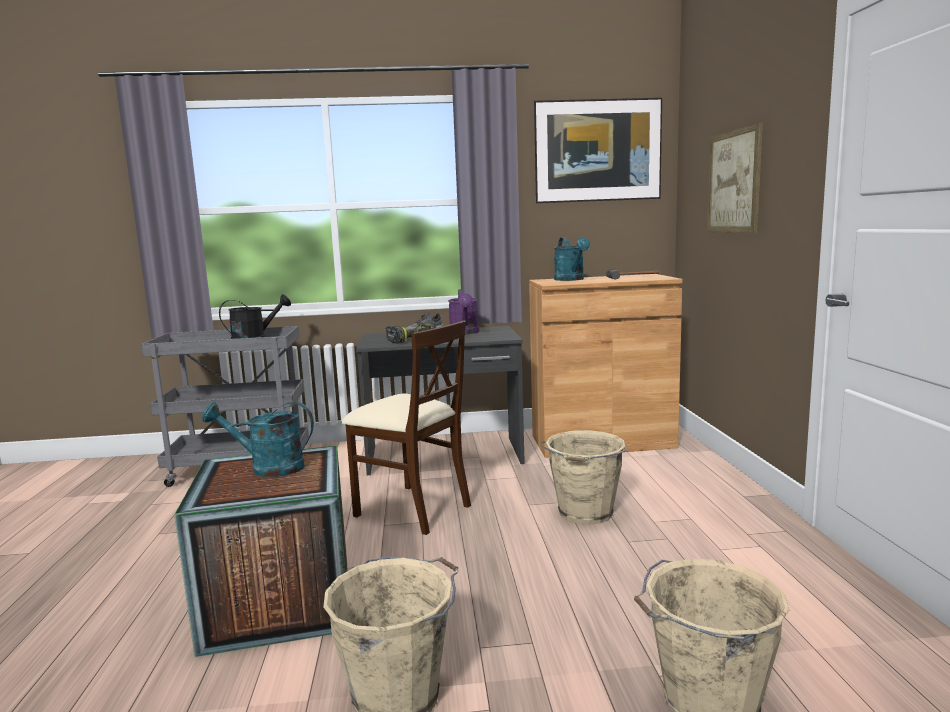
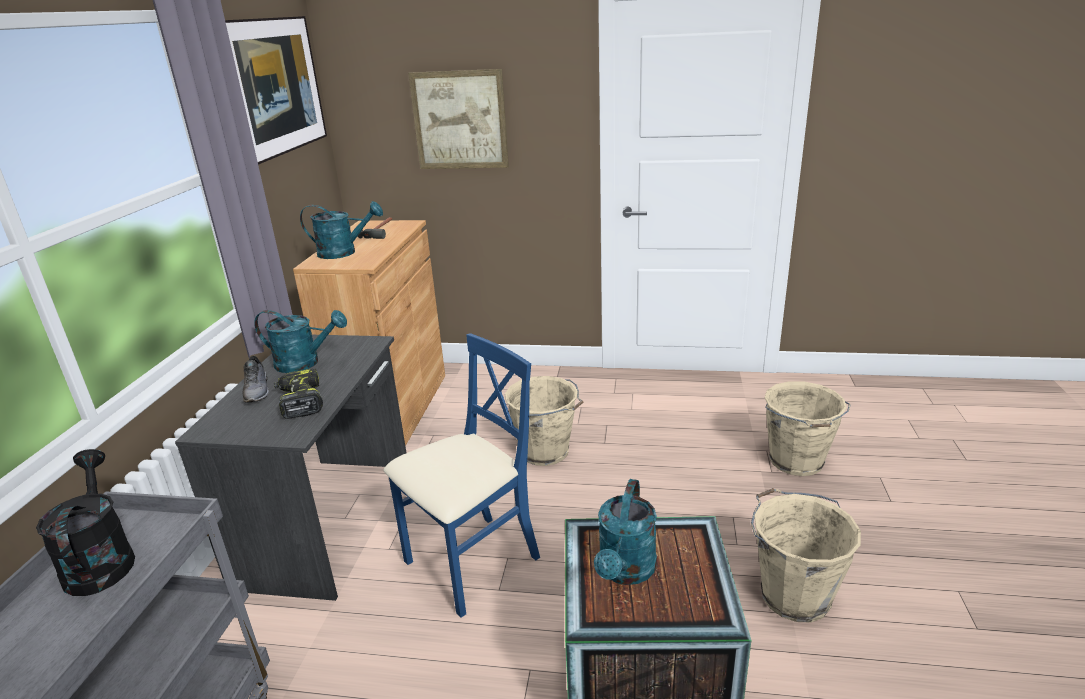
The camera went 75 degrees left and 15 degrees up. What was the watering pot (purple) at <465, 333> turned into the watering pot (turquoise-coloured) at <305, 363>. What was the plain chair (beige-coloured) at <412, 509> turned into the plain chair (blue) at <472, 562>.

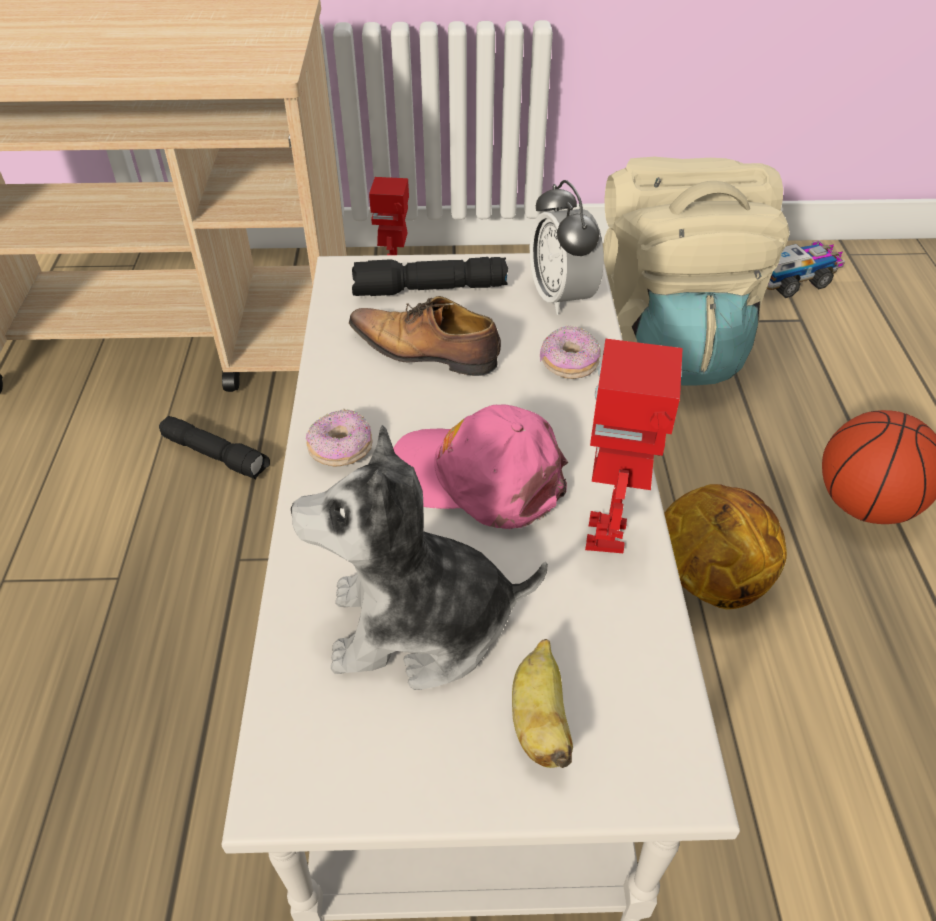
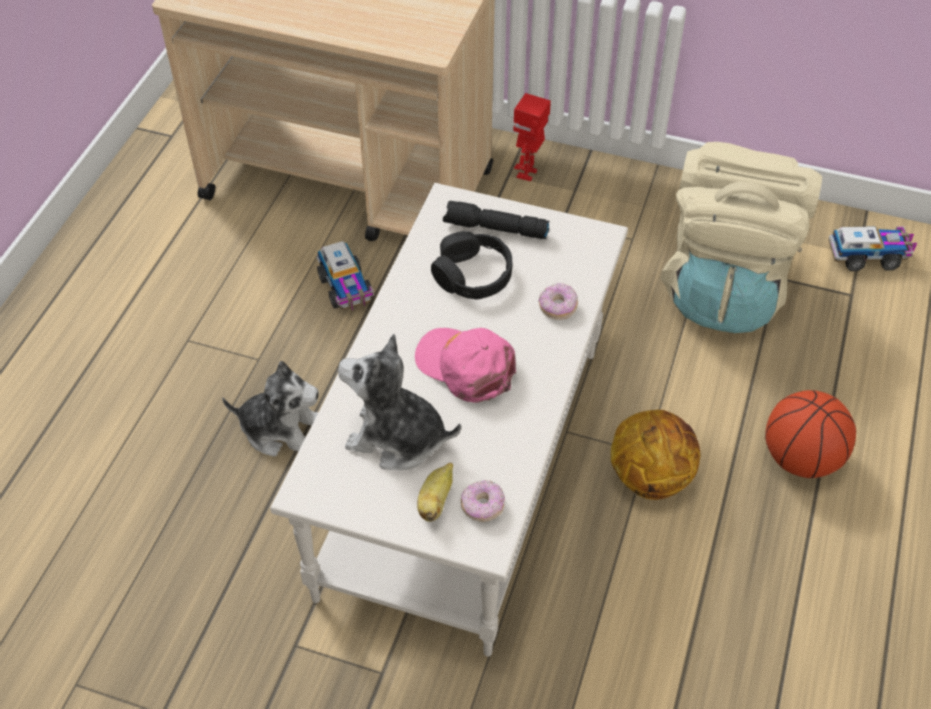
The camera went 20 degrees right and 5 degrees up. The second view gained the plush toy at <281, 429>. Where the flashlight (black-coloured) stood at <217, 455>, the toy truck came to stand at <346, 288>. Where the low shoe stood at <426, 352>, the headset (black-coloured) came to stand at <473, 275>. The donut ended up elsewhere, having gone from <341, 450> to <482, 507>. The second view lost the bedside clock at <561, 297>. The second view lost the robot figure at <609, 535>.

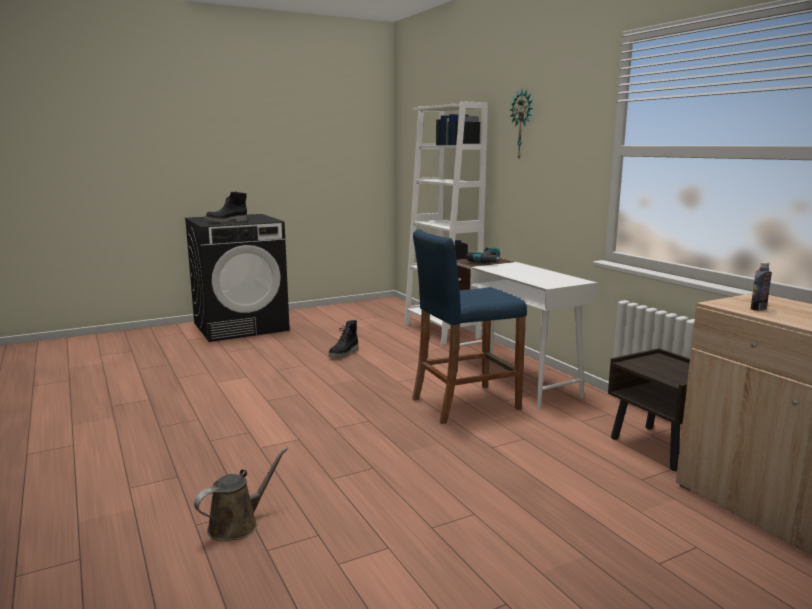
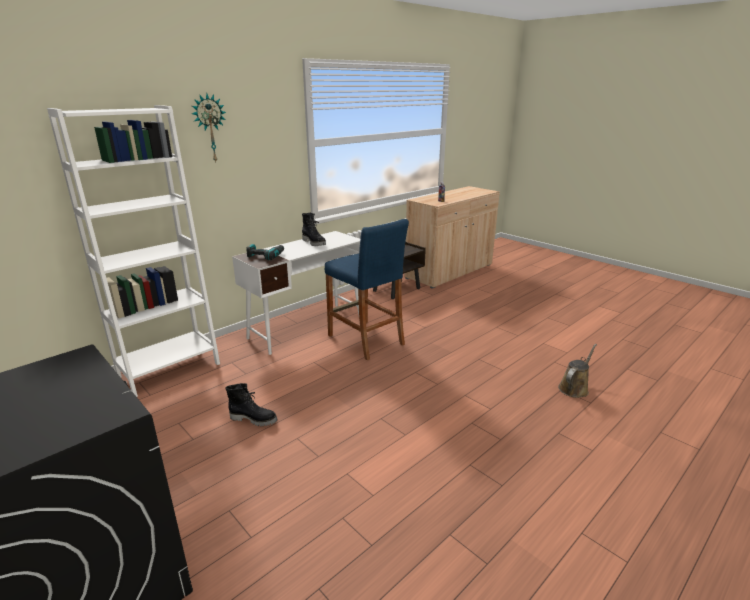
The camera went 105 degrees left and 10 degrees up. The tall boot (black-coloured) ended up elsewhere, having gone from <226, 222> to <314, 243>. The watering pot (brown-coloured) at <237, 524> ended up facing another way, 105 degrees clockwise from before.

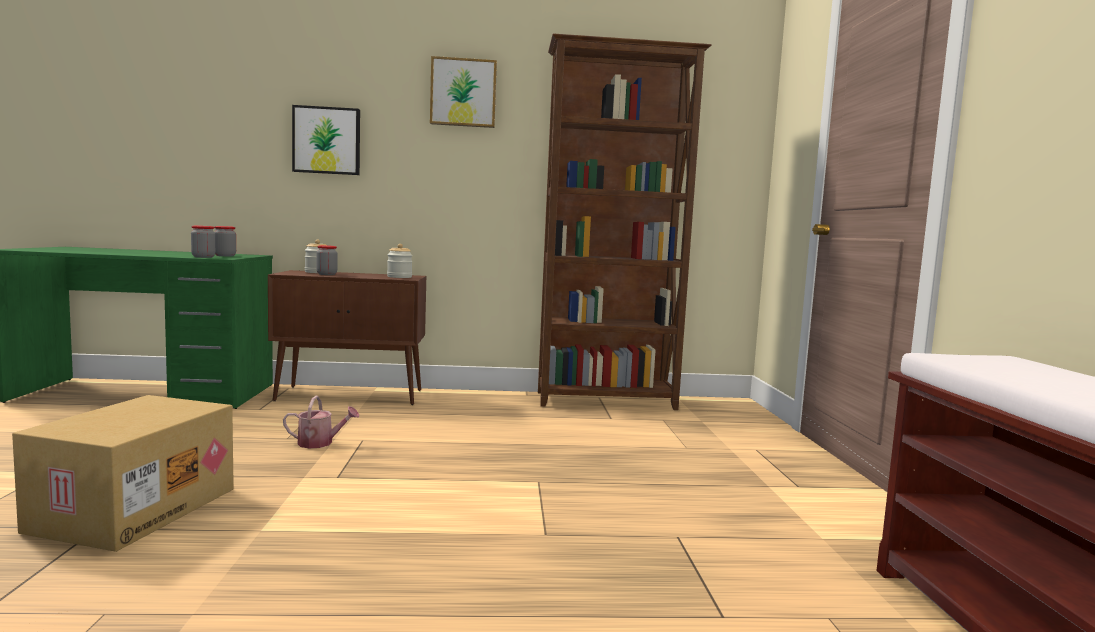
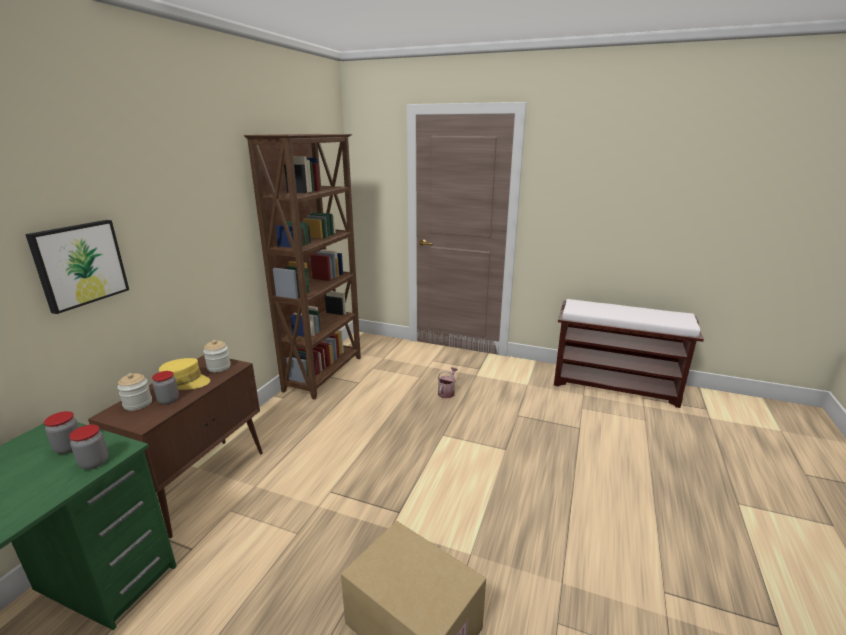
The camera went 65 degrees left and 15 degrees up. The second view gained the cap (yellowish) at <186, 381>. The watering pot ended up elsewhere, having gone from <320, 443> to <447, 392>. The second view lost the picture at <463, 93>.

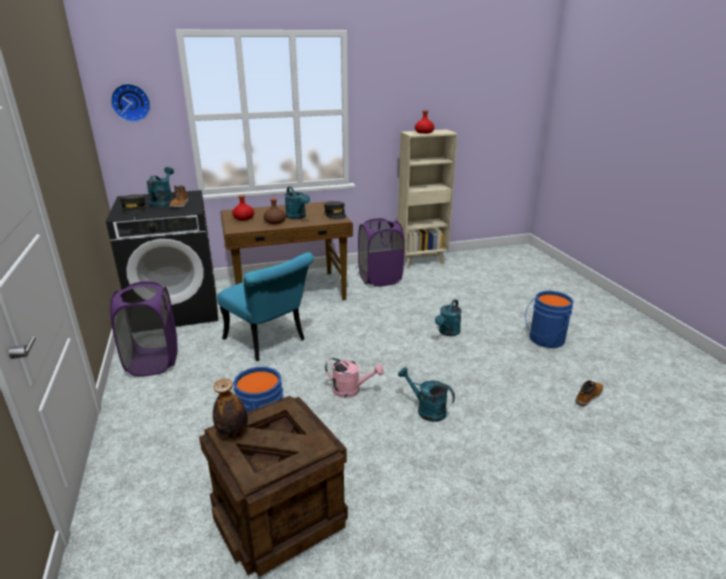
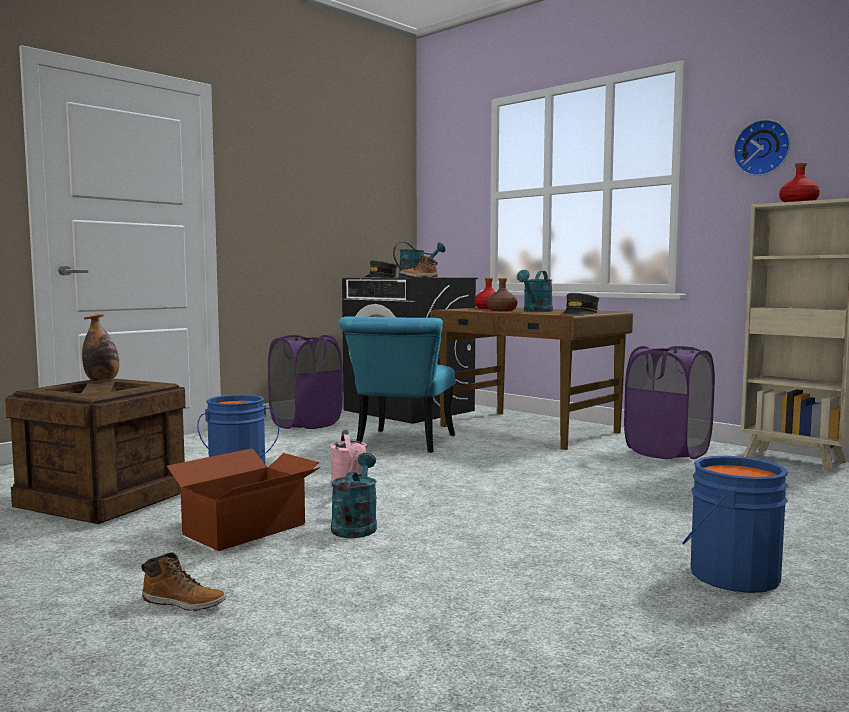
The camera went 60 degrees right and 20 degrees down. The tall boot ended up elsewhere, having gone from <588, 396> to <184, 602>. The second view gained the cardboard box at <246, 529>. The clock on the wall ended up elsewhere, having gone from <131, 102> to <762, 148>. The second view lost the watering pot (turquoise-coloured) at <447, 332>.

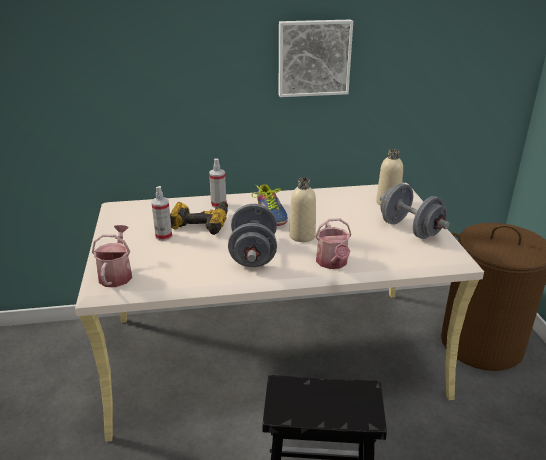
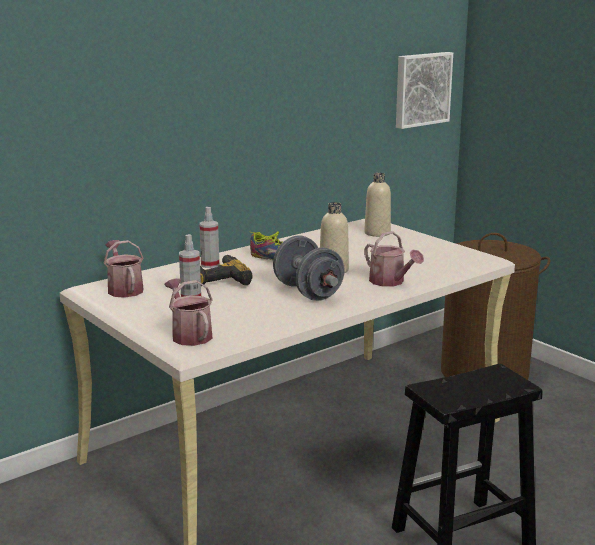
The camera went 30 degrees left and 10 degrees down. The second view gained the watering pot at <124, 289>. The picture ended up elsewhere, having gone from <313, 58> to <421, 89>. The second view lost the hand weight (greyish) at <410, 229>.

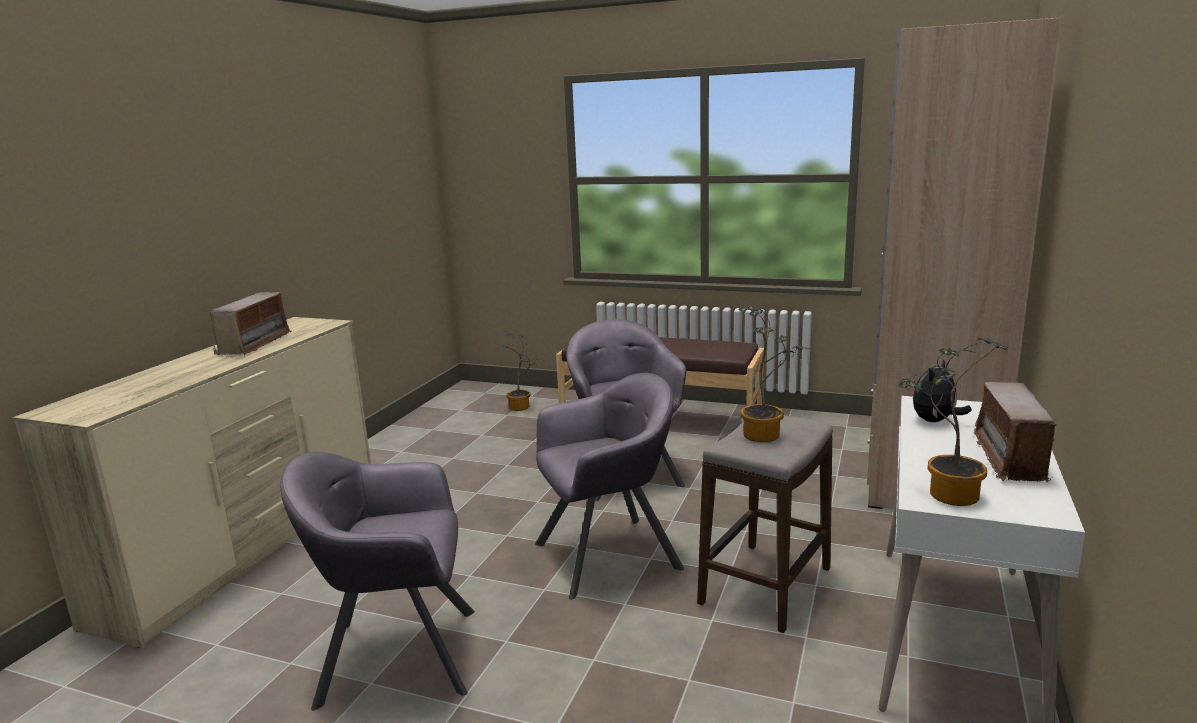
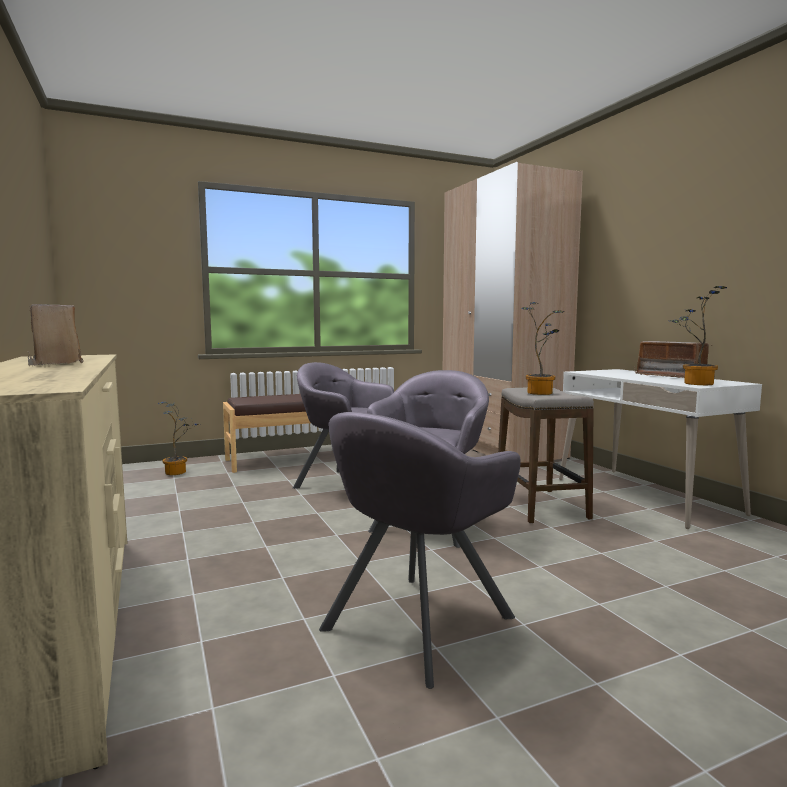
The camera went 45 degrees left and 10 degrees down. The second view lost the plush toy at <935, 421>.

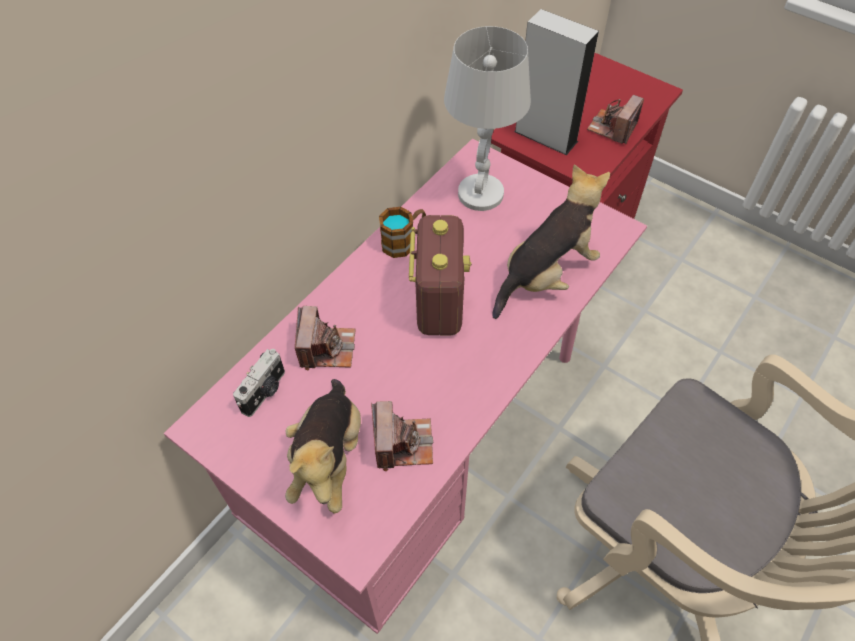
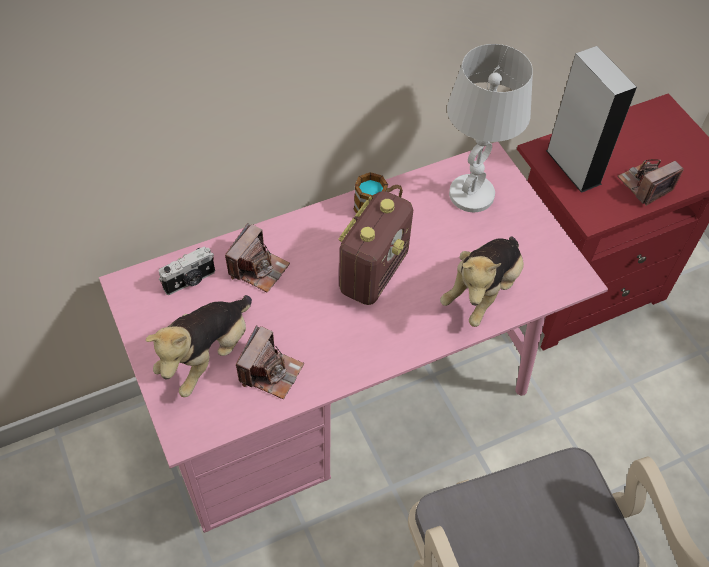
The camera went 25 degrees right and 0 degrees up. The plush toy at <546, 275> ended up facing another way, 135 degrees clockwise from before.

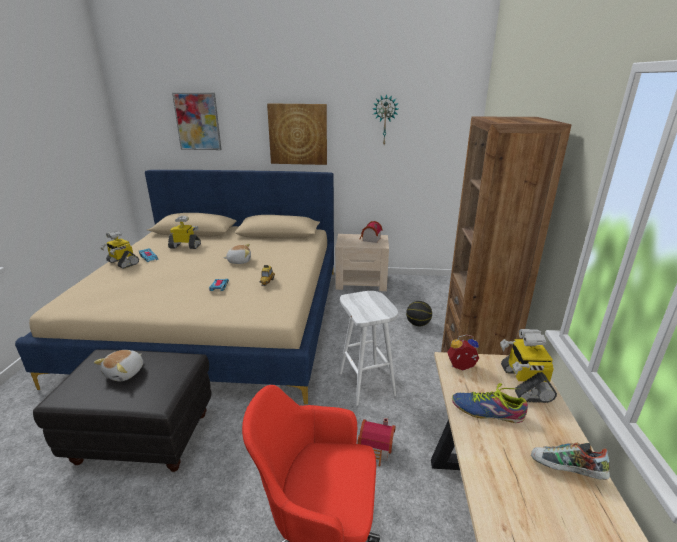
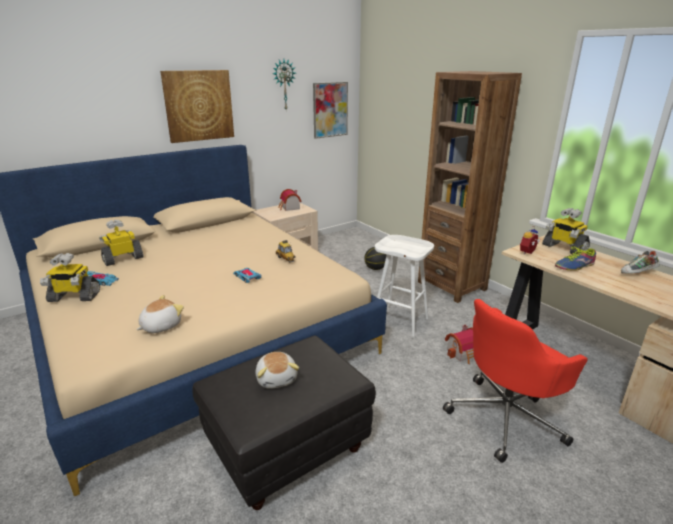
The camera went 40 degrees left and 0 degrees up. The plush toy ended up elsewhere, having gone from <239, 261> to <160, 326>. The picture ended up elsewhere, having gone from <197, 121> to <330, 110>.

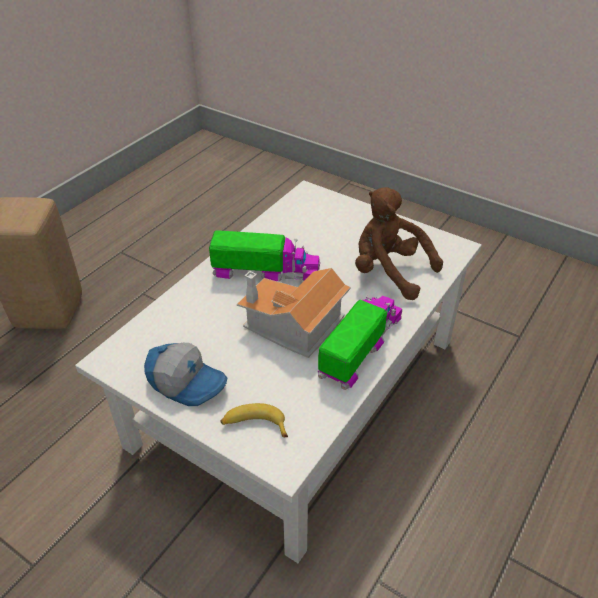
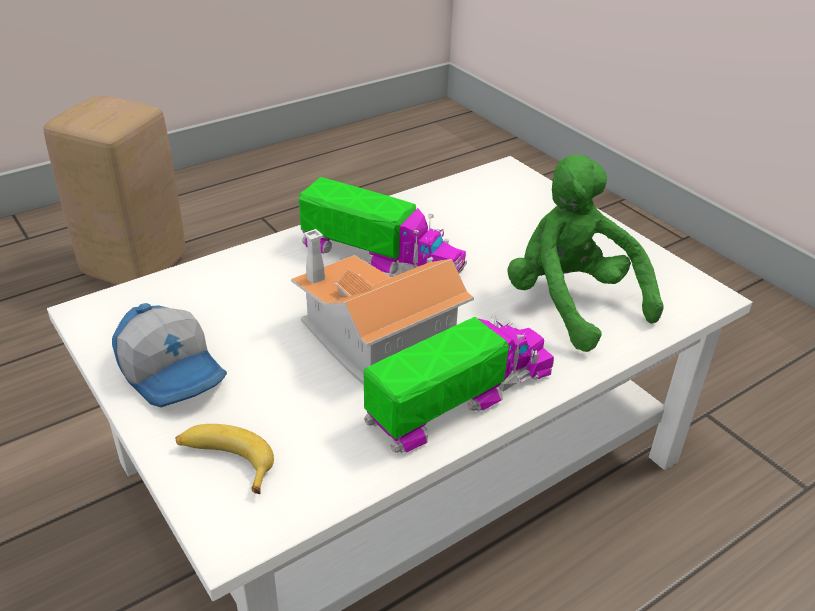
The camera went 20 degrees right and 5 degrees down. What was the plush toy (brown-coloured) at <389, 272> turned into the plush toy (greenish) at <571, 303>.

